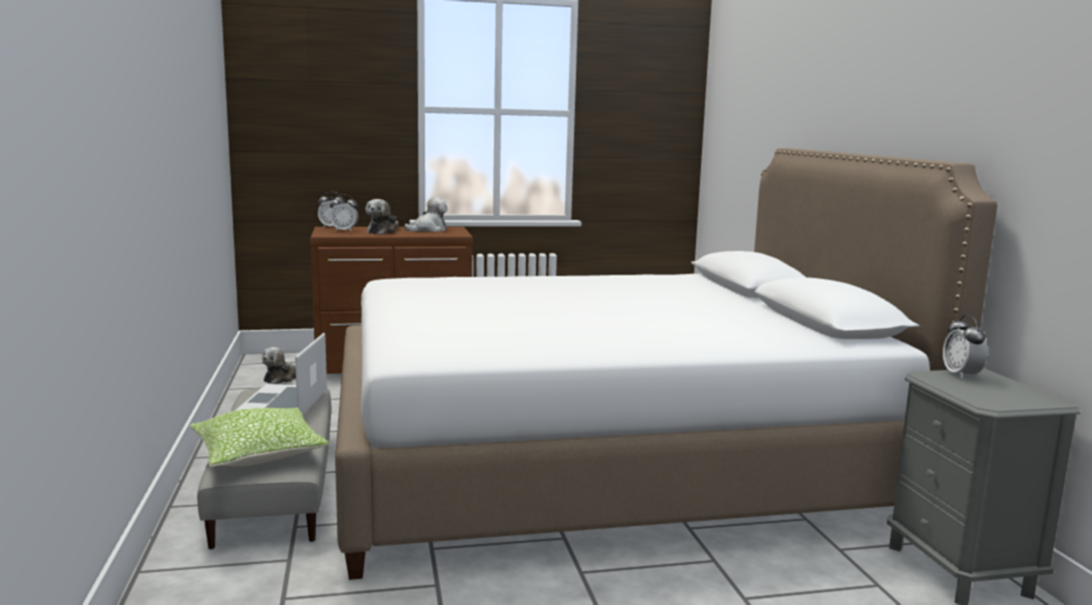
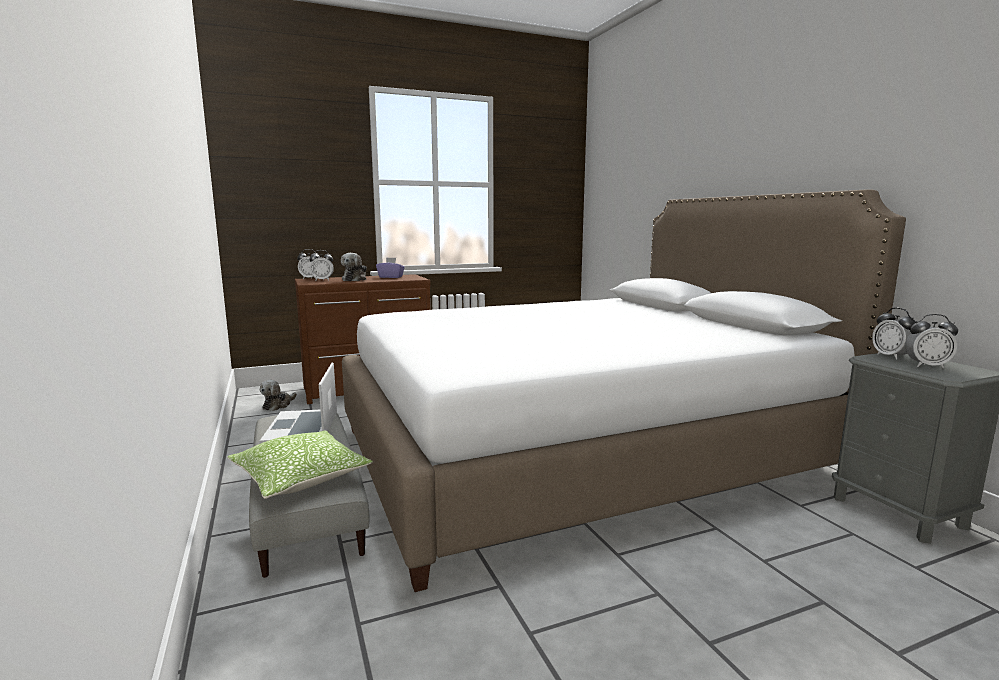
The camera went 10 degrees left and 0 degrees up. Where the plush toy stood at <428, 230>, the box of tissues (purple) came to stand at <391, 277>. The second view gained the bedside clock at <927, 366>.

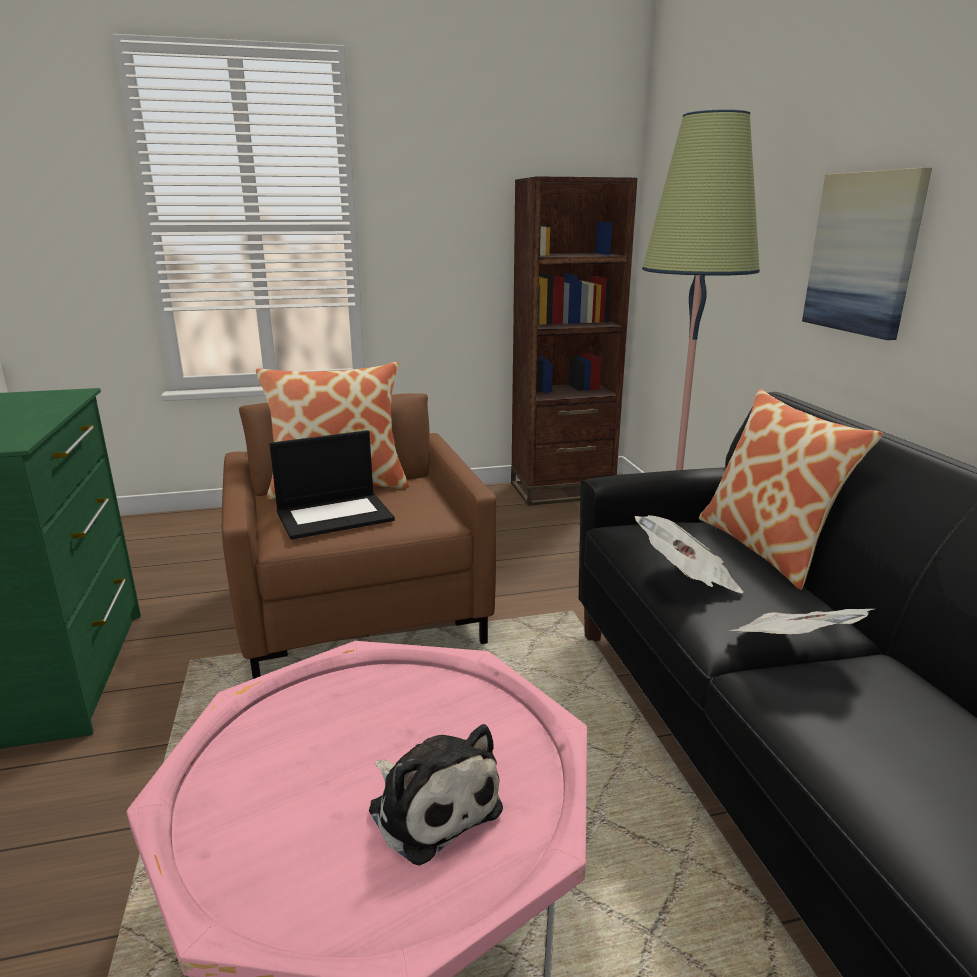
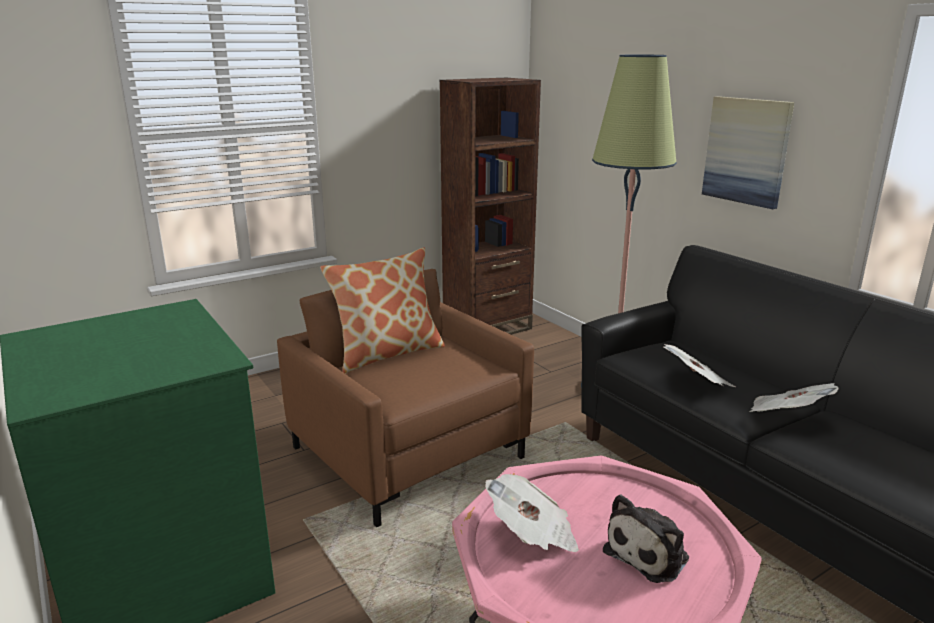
The camera went 20 degrees left and 0 degrees up. The second view gained the daily paper at <532, 534>. The plush toy at <431, 805> ended up facing another way, 105 degrees clockwise from before. The second view lost the notebook computer at <335, 515>. The second view lost the pillow at <767, 548>.

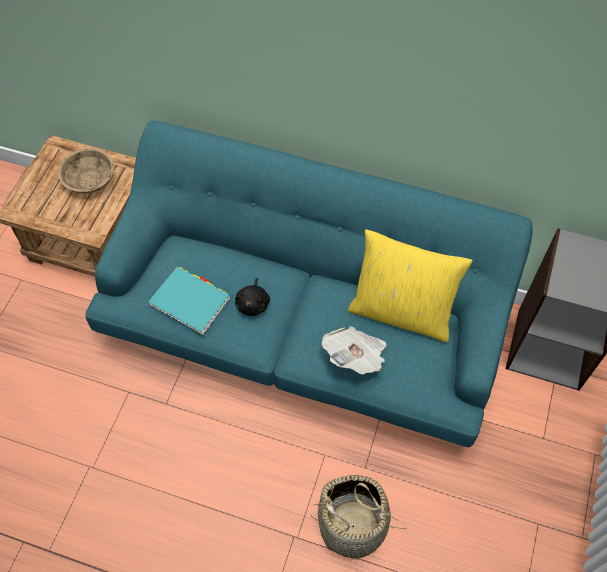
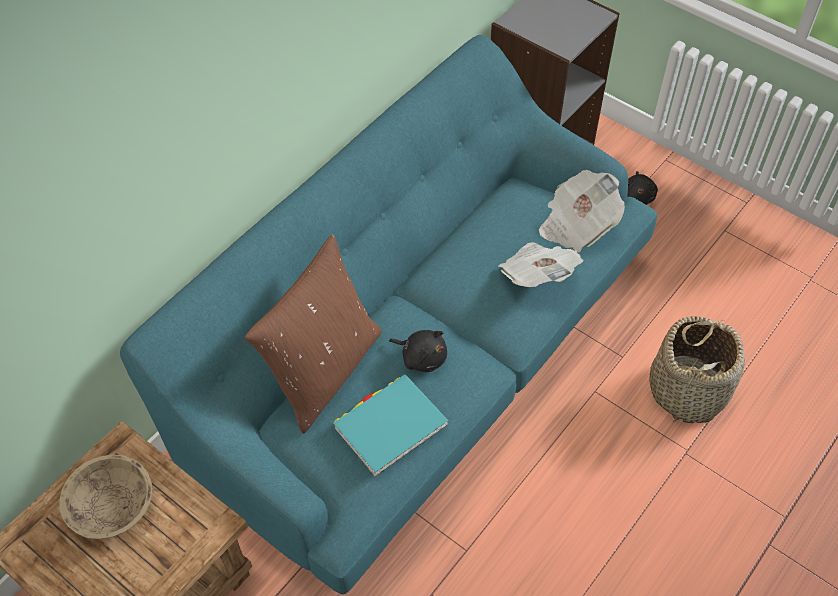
The camera went 70 degrees left and 5 degrees down. The second view gained the pillow (brown-coloured) at <324, 370>. The second view gained the daily paper at <577, 225>. The second view gained the plush toy (black-coloured) at <637, 196>. The second view lost the pillow (yellowish) at <401, 312>.

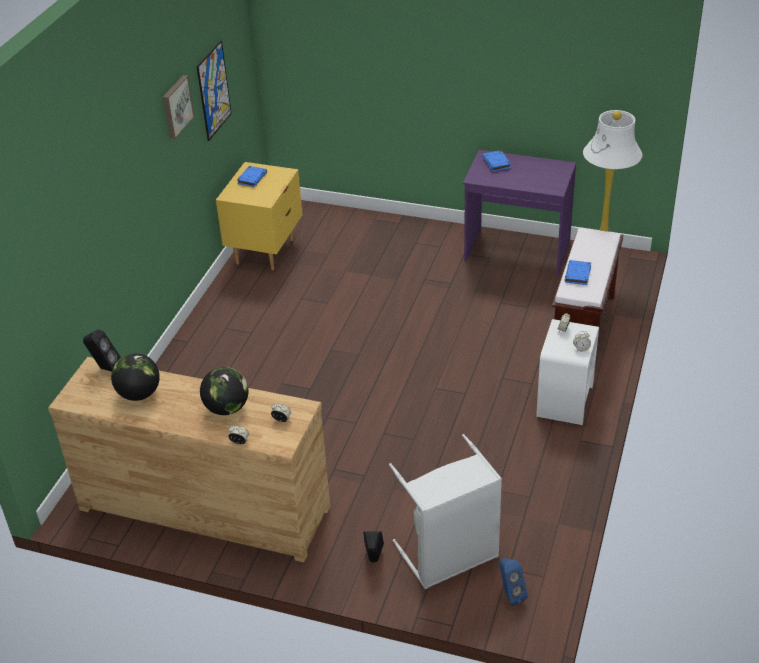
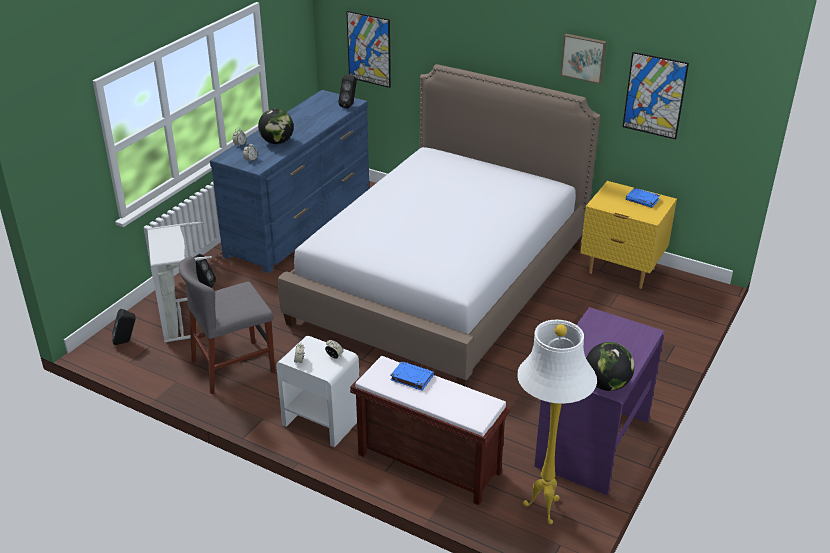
The camera went 100 degrees right and 5 degrees down. What was the loudspeaker (blue) at <510, 594> turned into the loudspeaker (black-coloured) at <126, 342>. The second view gained the plain chair (greyish) at <233, 366>. What was the chest of drawers (brown-coloured) at <204, 506> turned into the chest of drawers (blue) at <301, 222>. The second view gained the sleeping bed at <442, 283>. The second view gained the picture at <369, 49>. The world globe ended up elsewhere, having gone from <139, 394> to <606, 384>. The second view lost the book (blue) at <496, 163>.

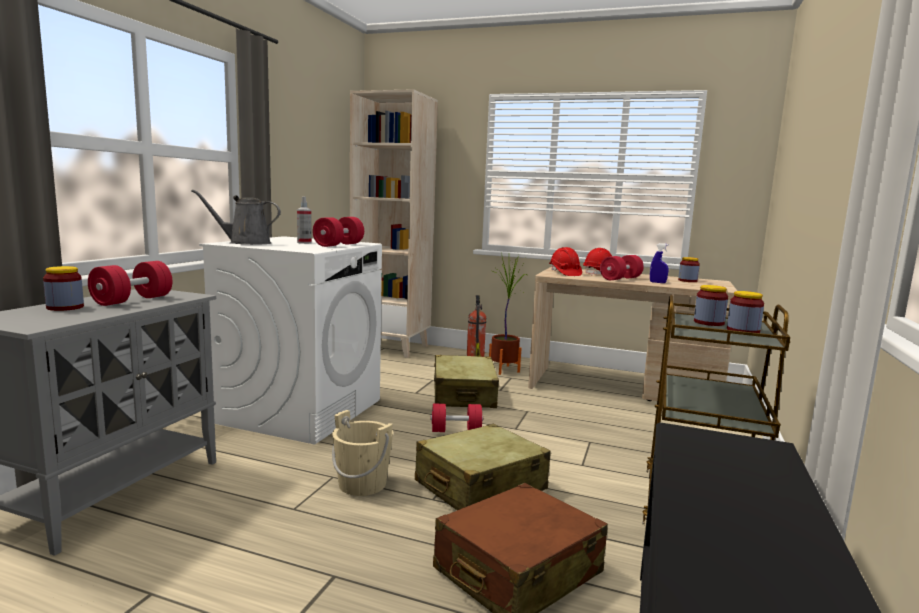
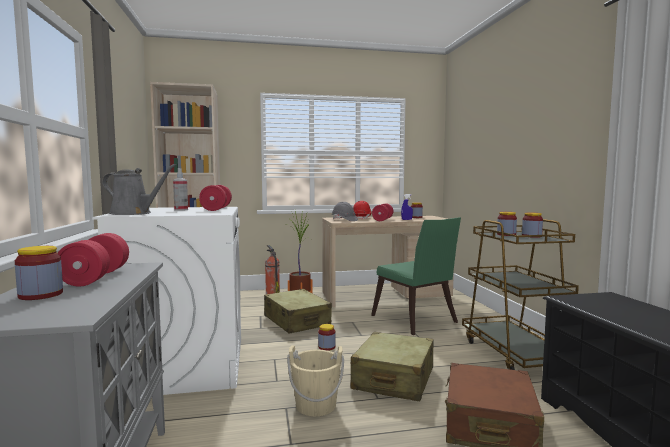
The camera went 30 degrees left and 5 degrees down. The watering pot (greyish) at <245, 243> ended up facing another way, 135 degrees counterclockwise from before. Where the hand weight (red-coloured) stood at <456, 431>, the preserve jar came to stand at <326, 347>. What was the safety helmet (red-coloured) at <564, 273> turned into the safety helmet (greyish) at <344, 220>. The second view gained the plain chair (greenish) at <416, 321>.

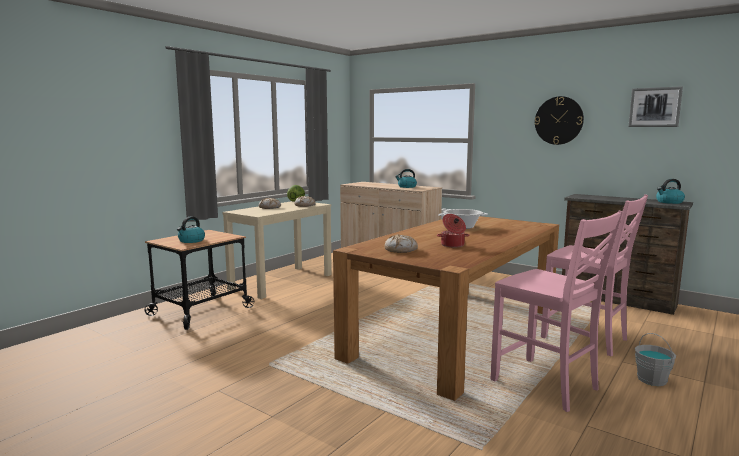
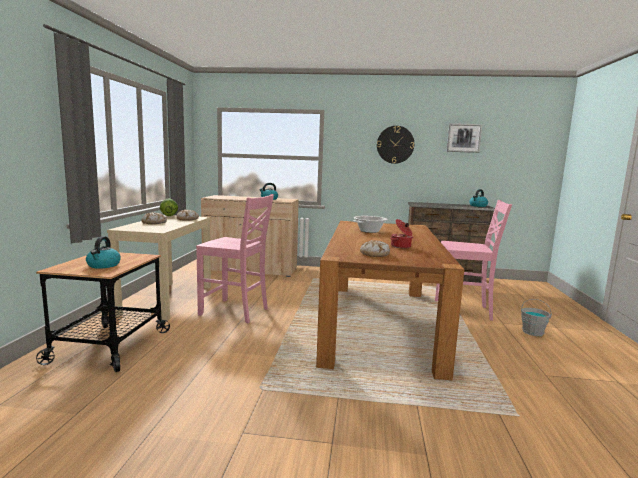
The camera went 30 degrees left and 0 degrees up. The plain chair (pink) ended up elsewhere, having gone from <546, 385> to <235, 312>.

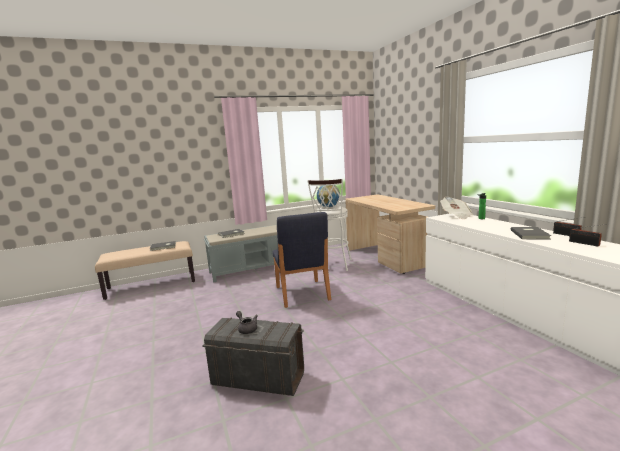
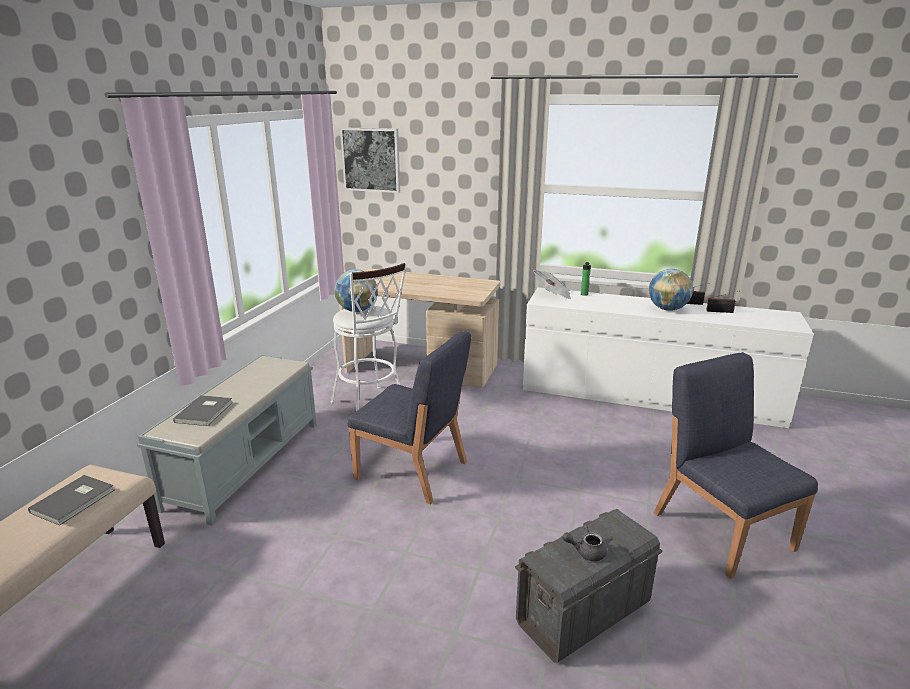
The camera went 50 degrees left and 10 degrees up. The second view gained the picture at <371, 160>. Where the book (greyish) stood at <530, 234>, the world globe came to stand at <667, 309>. The second view gained the plain chair (blue) at <721, 529>.

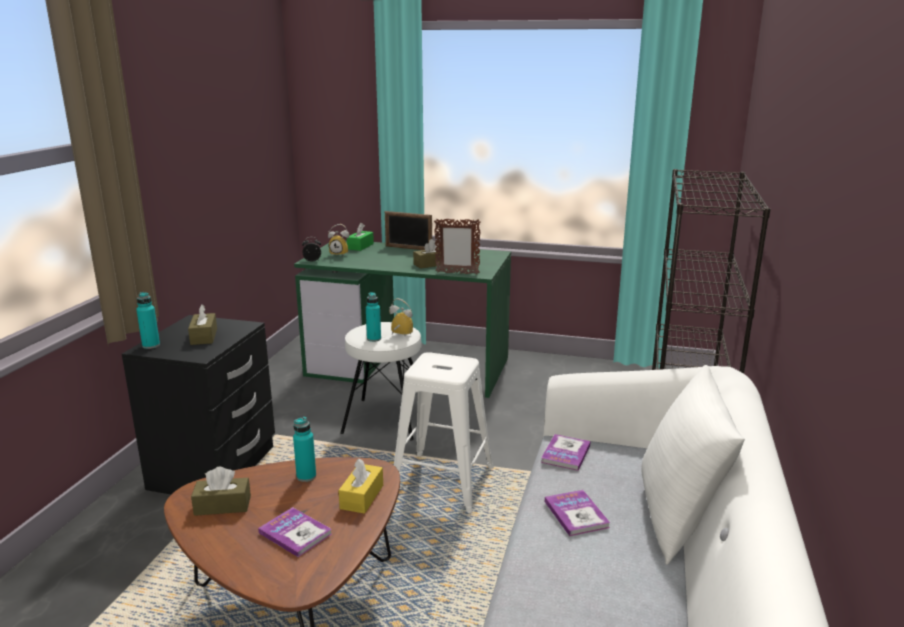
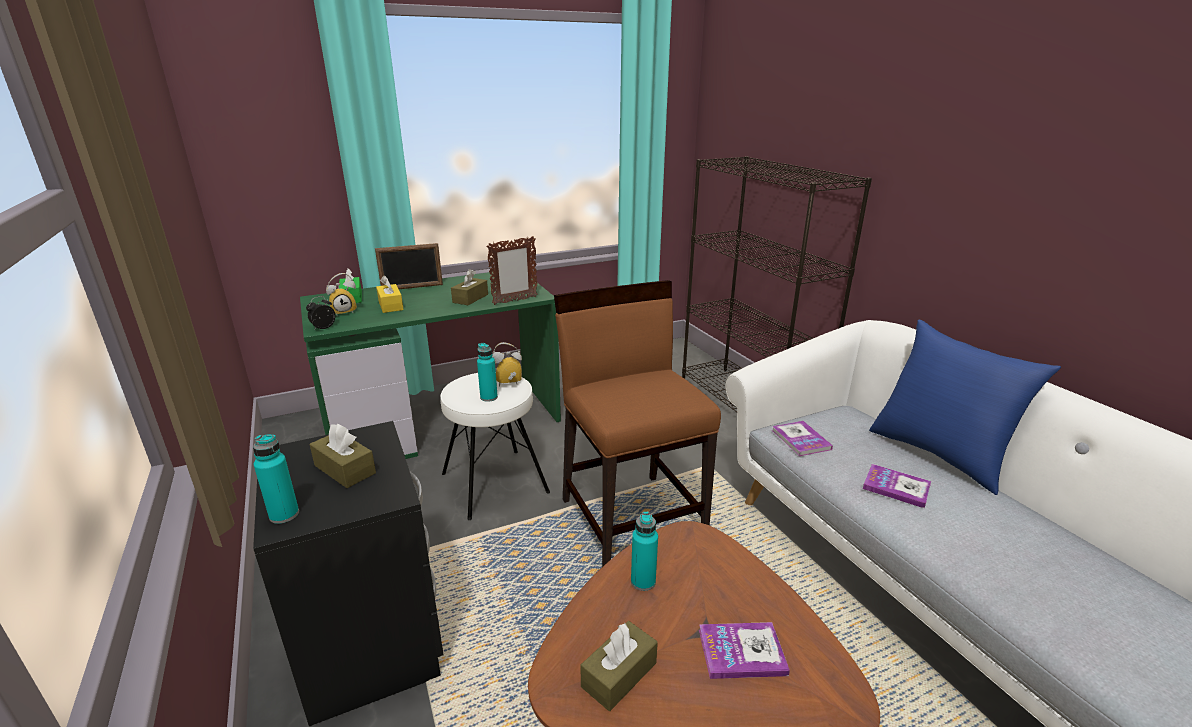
The camera went 40 degrees left and 5 degrees up. The box of tissues (yellowish) ended up elsewhere, having gone from <362, 497> to <390, 305>. Where the stool (white) stood at <444, 482>, the plain chair (brown-coloured) came to stand at <632, 518>. What was the pillow (white) at <679, 517> turned into the pillow (blue) at <939, 454>.

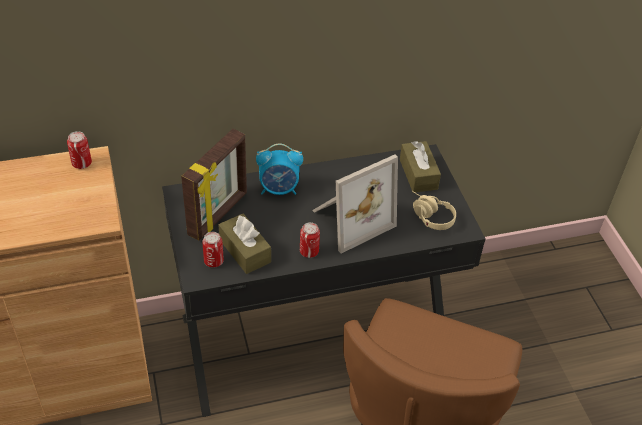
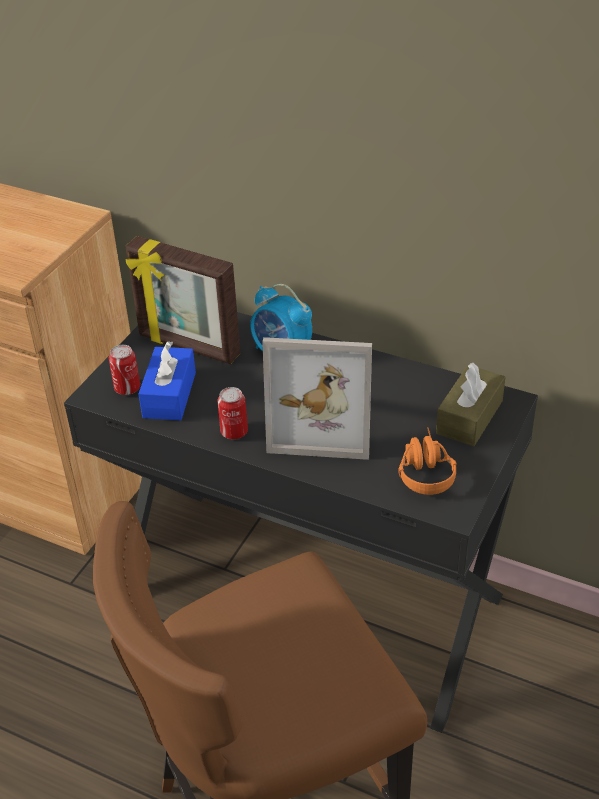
The camera went 45 degrees right and 5 degrees down. The standing frame at <219, 214> ended up facing another way, 45 degrees clockwise from before. What was the box of tissues (brown-coloured) at <245, 251> turned into the box of tissues (blue) at <169, 395>. What was the headset (beige-coloured) at <428, 215> turned into the headset (orange) at <423, 469>. The second view lost the metal can at <82, 163>.

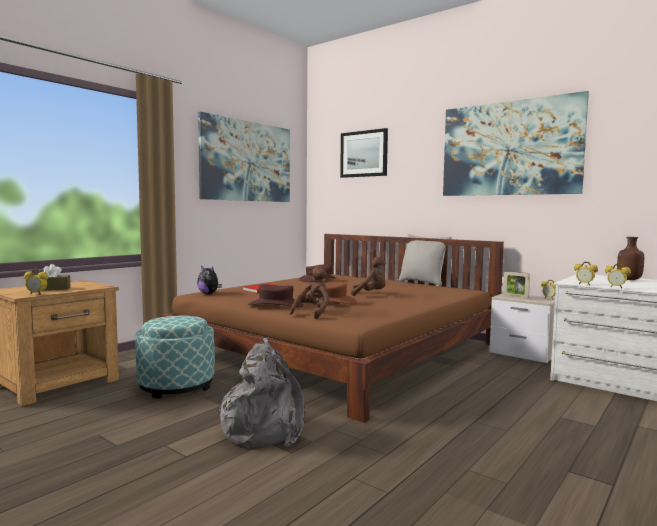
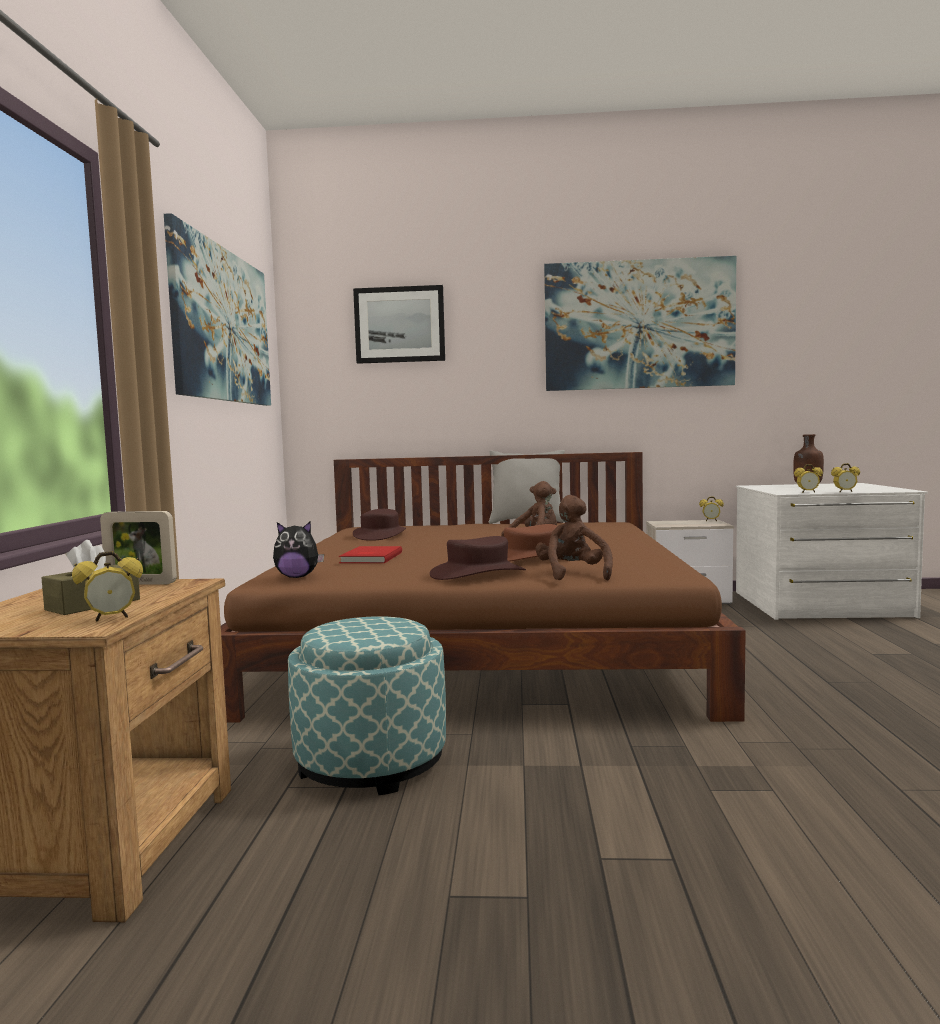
The camera went 35 degrees left and 0 degrees up. The standing frame ended up elsewhere, having gone from <515, 297> to <141, 583>. The second view lost the knapsack (greyish) at <265, 429>.

